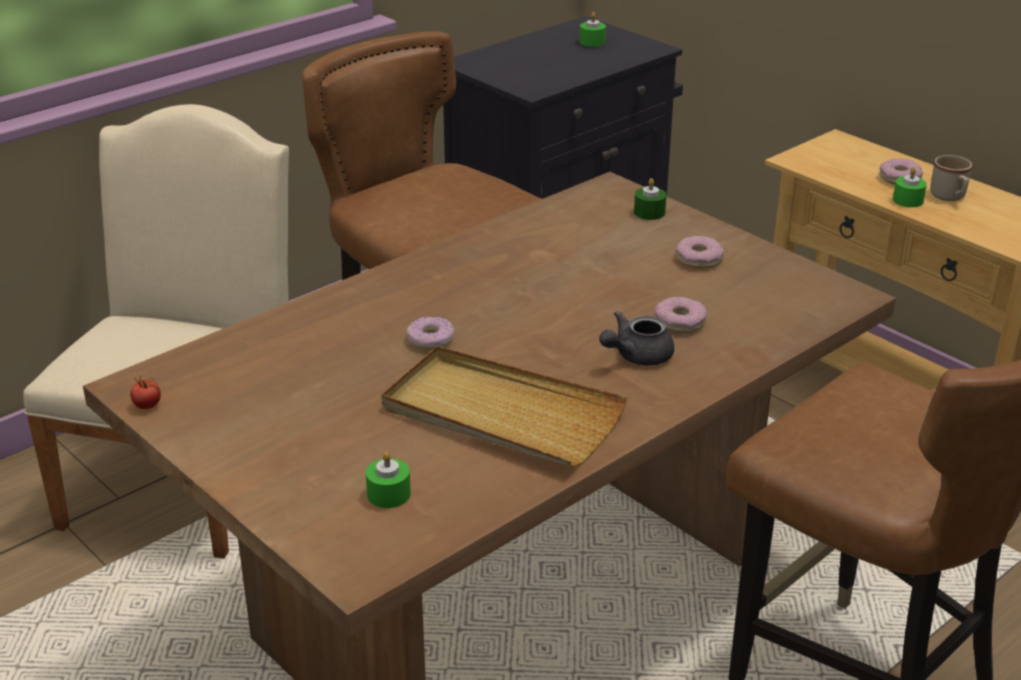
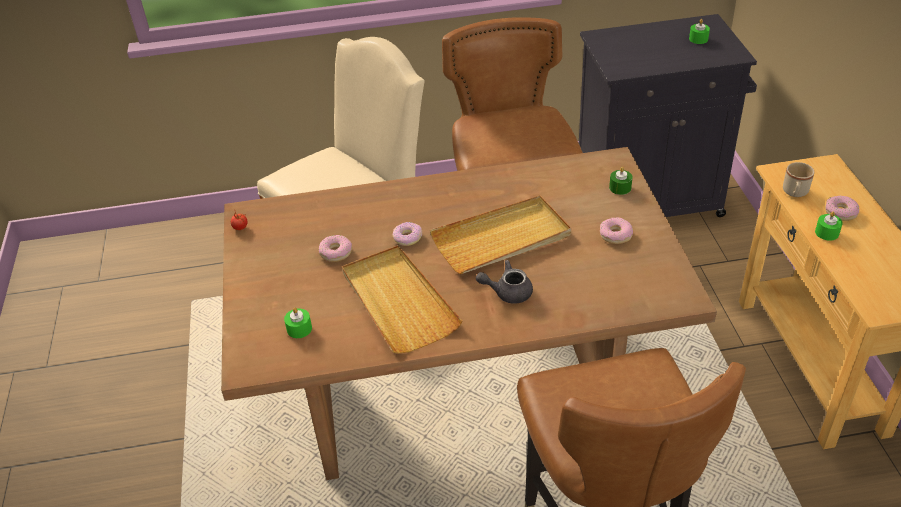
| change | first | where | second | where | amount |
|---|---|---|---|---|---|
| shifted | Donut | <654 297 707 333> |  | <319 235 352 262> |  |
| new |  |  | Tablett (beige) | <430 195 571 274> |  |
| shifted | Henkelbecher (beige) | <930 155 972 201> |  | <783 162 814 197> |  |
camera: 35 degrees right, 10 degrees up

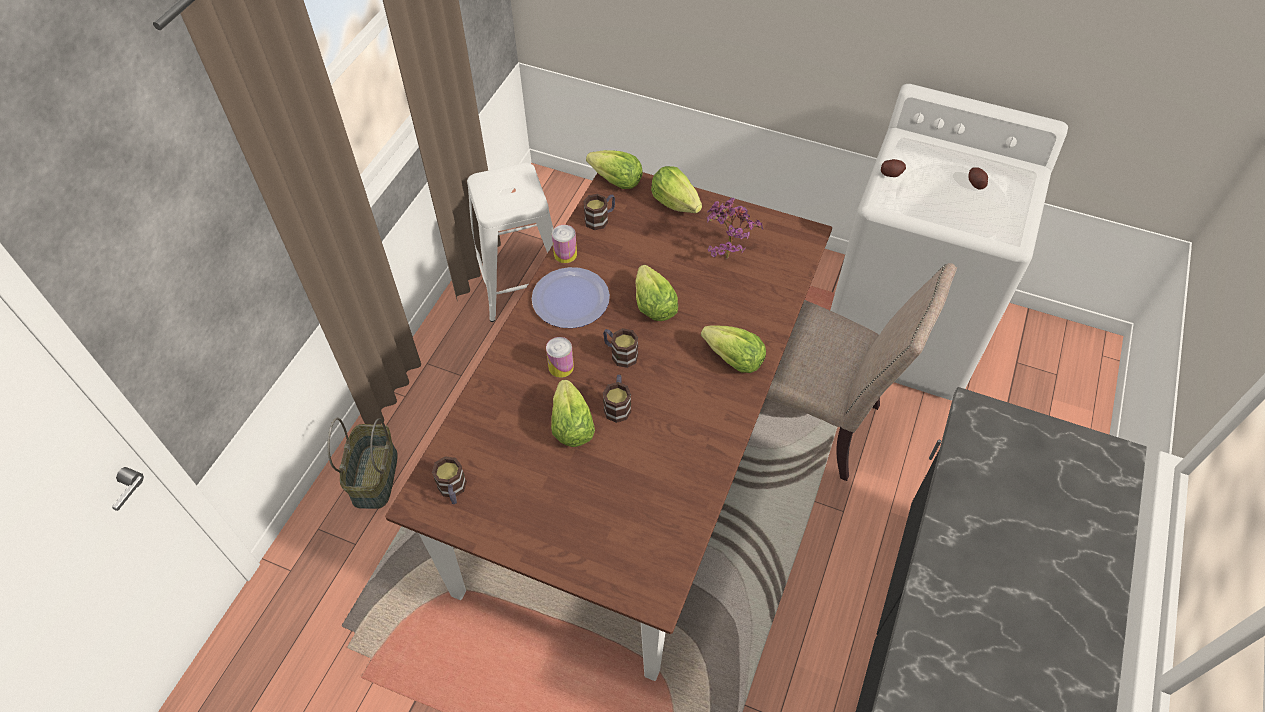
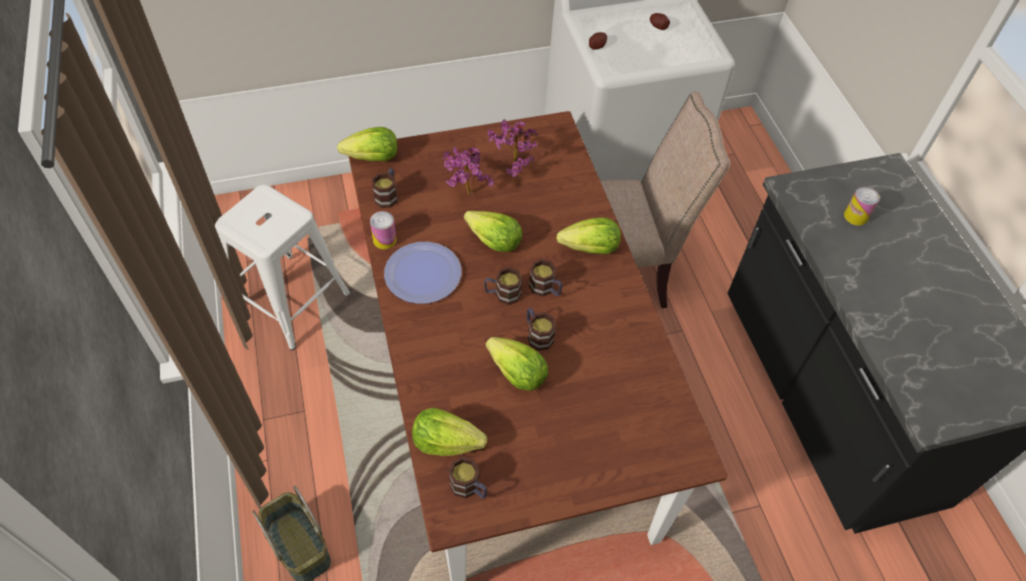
| change | first | where | second | where | amount |
|---|---|---|---|---|---|
| shifted | Salatkopf | <651 166 702 213> |  | <412 408 487 456> |  |
| new |  |  | Topfpflanze | <442 146 494 195> |  |
| new |  |  | Henkelbecher | <529 259 563 297> |  |
| shifted | Dose | <546 337 574 378> |  | <844 187 880 226> |  |
camera: 40 degrees left, 0 degrees up

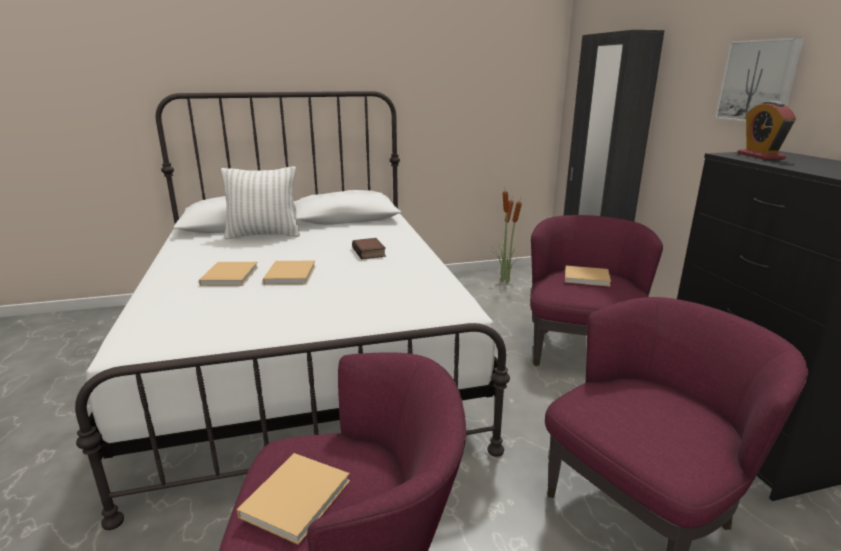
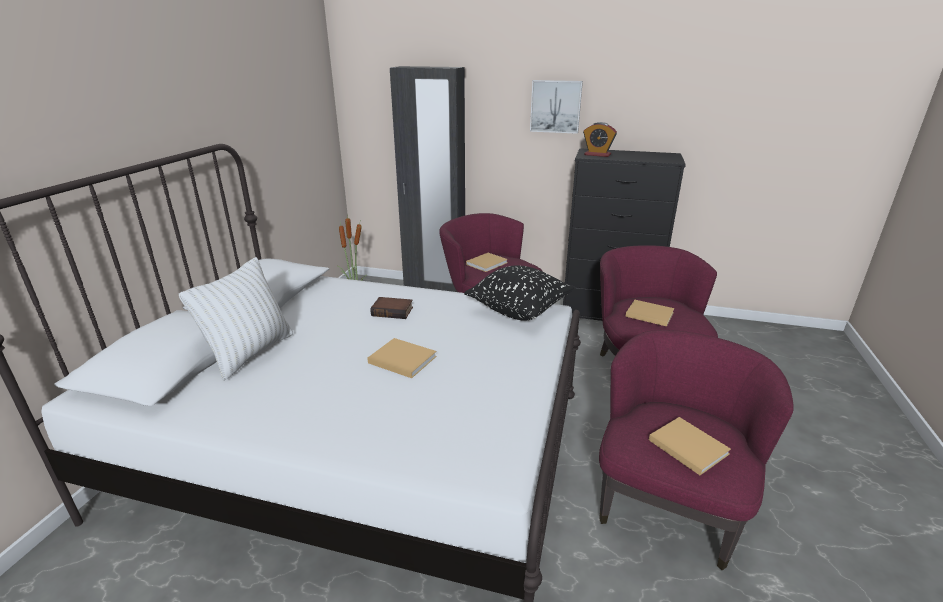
| change | first | where | second | where | amount |
|---|---|---|---|---|---|
| new |  |  | Kissen (schwarz) | <464 265 575 321> |  |
| shifted | Buch (beige) | <199 262 258 286> |  | <625 300 674 326> |  |
camera: 60 degrees left, 5 degrees up

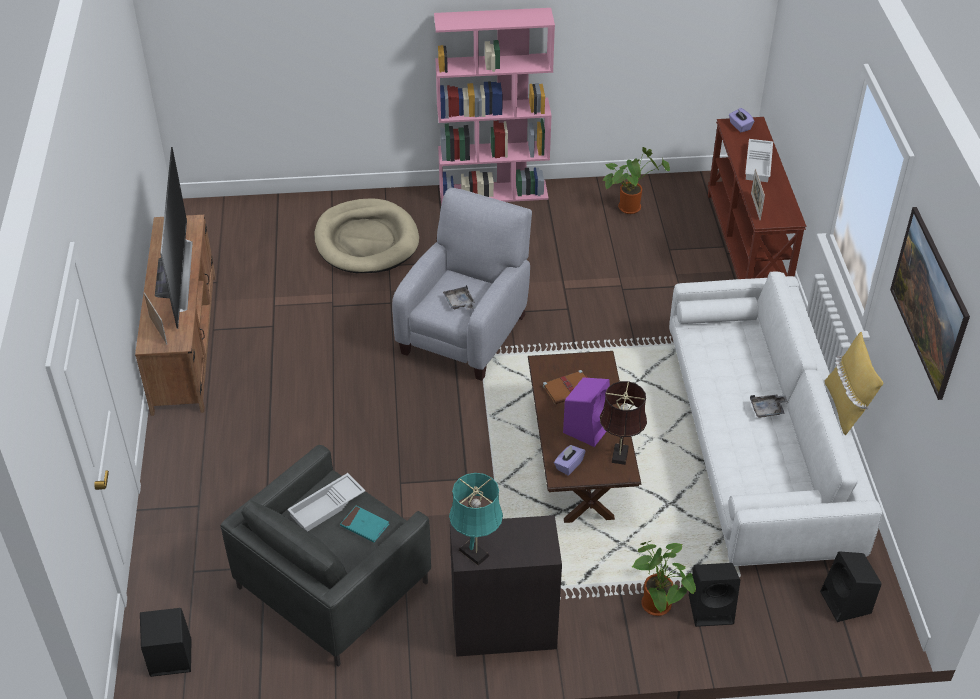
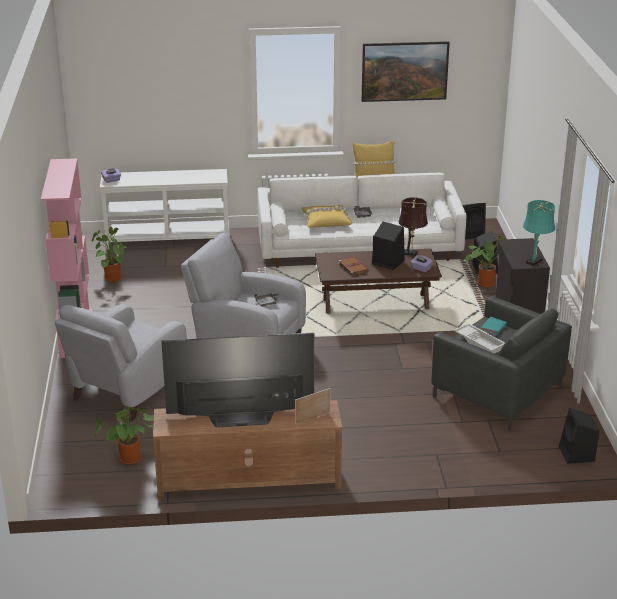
| change | first | where | second | where | amount |
|---|---|---|---|---|---|
| swapped | Hundebett (beige) | <314 198 419 273> | Sessel (grau) | <55 304 187 422> |  |
| new |  |  | Topfpflanze | <94 406 154 465> |  |
| repainted | Konsolentisch (braun) | <708 117 807 279> | Konsolentisch (weiß) | <100 169 230 250> |  |
| new |  |  | Kissen (gelb) | <302 205 352 228> |  |
| repainted | Lautsprecher (lila) | <563 377 610 447> | Lautsprecher (schwarz) | <372 222 405 270> |  |
| gone | Tablett (weiß) | <745 139 773 182> |  |  |  |
| gone | Bilderrahmen | <751 169 765 220> |  |  |  |
camera: 90 degrees left, 15 degrees down

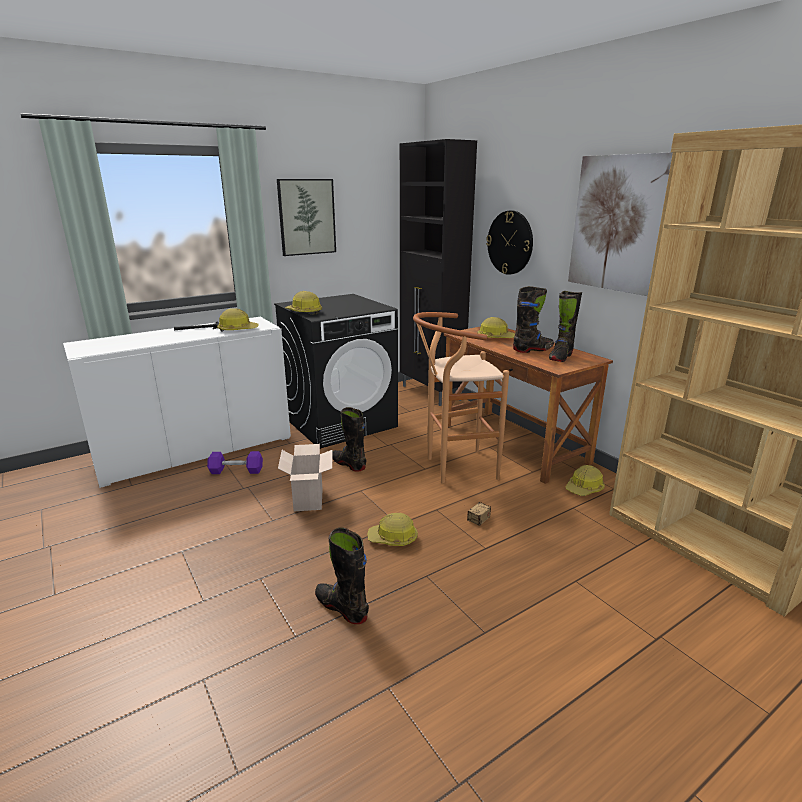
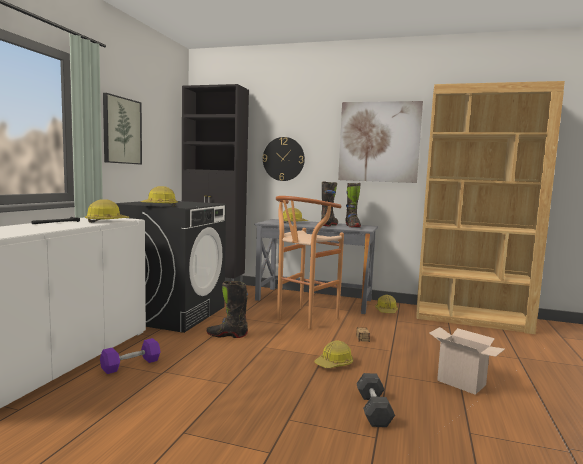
| change | first | where | second | where | amount |
|---|---|---|---|---|---|
| repainted | Schreibtisch (braun) | <444 326 613 484> | Schreibtisch (grau) | <255 219 378 314> |  |
| swapped | Stiefel (schwarz) | <315 527 369 624> | Hantel (grau) | <356 373 395 427> |  |
| shifted | Karton | <278 444 333 511> |  | <429 327 505 395> |  |
camera: 40 degrees left, 15 degrees down

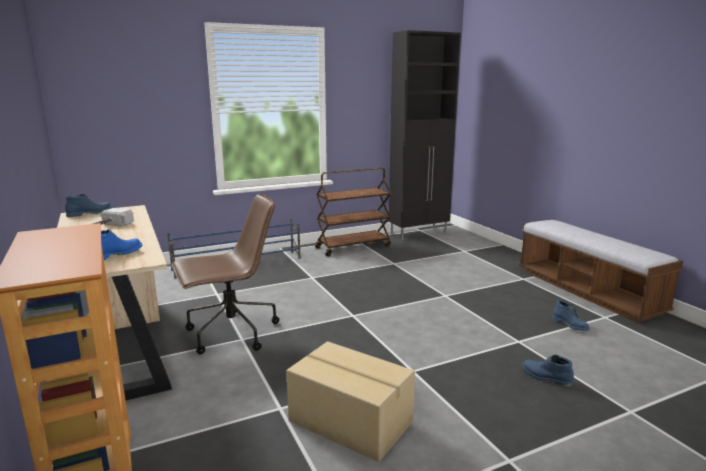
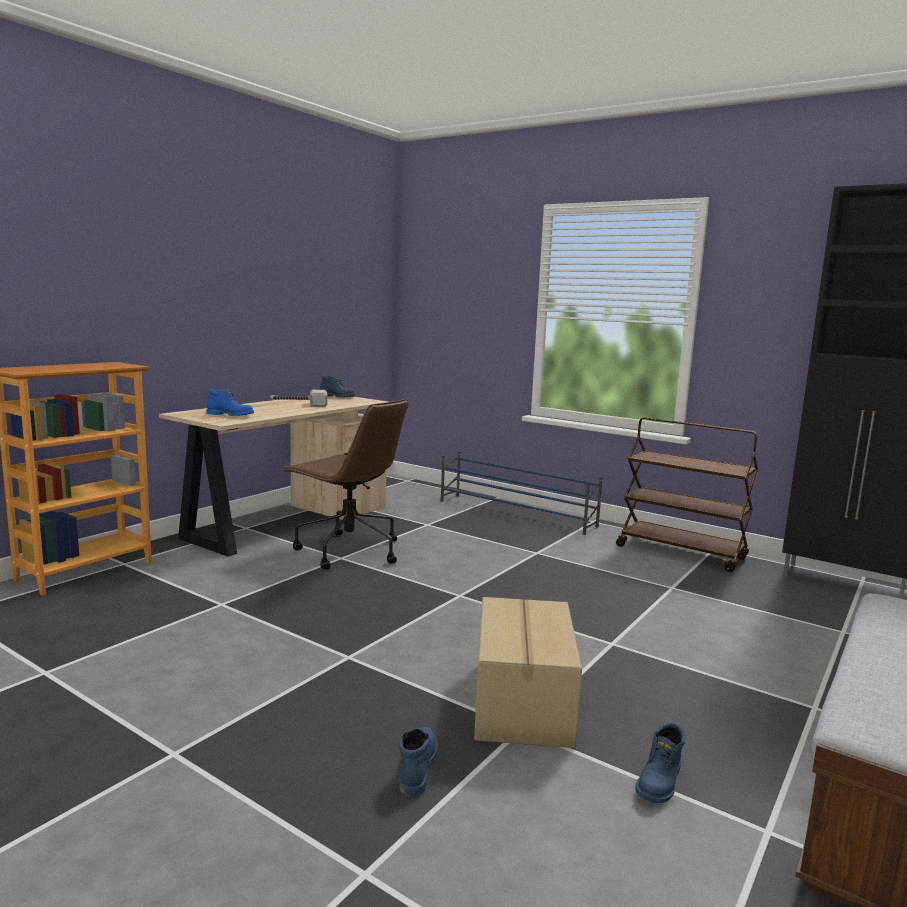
| change | first | where | second | where | amount |
|---|---|---|---|---|---|
| shifted | Karton | <286 341 415 462> |  | <474 597 582 748> |  |
camera: 60 degrees right, 5 degrees down

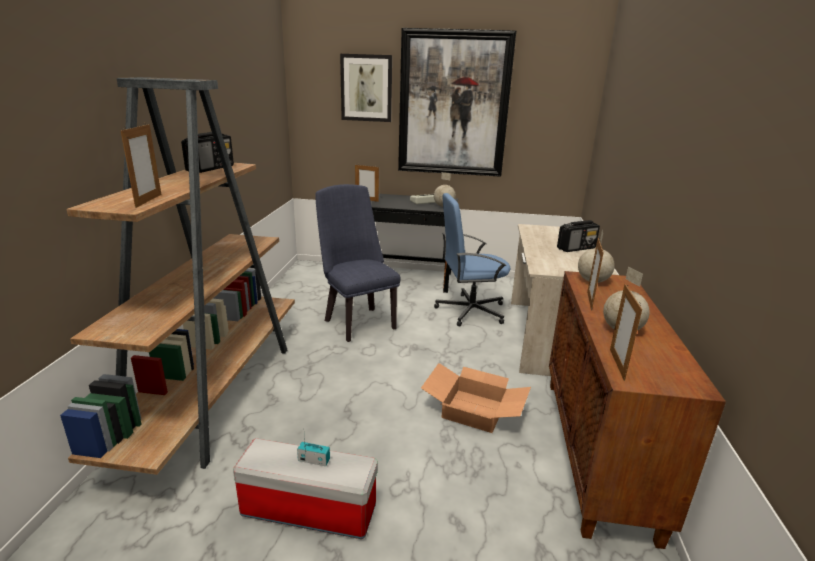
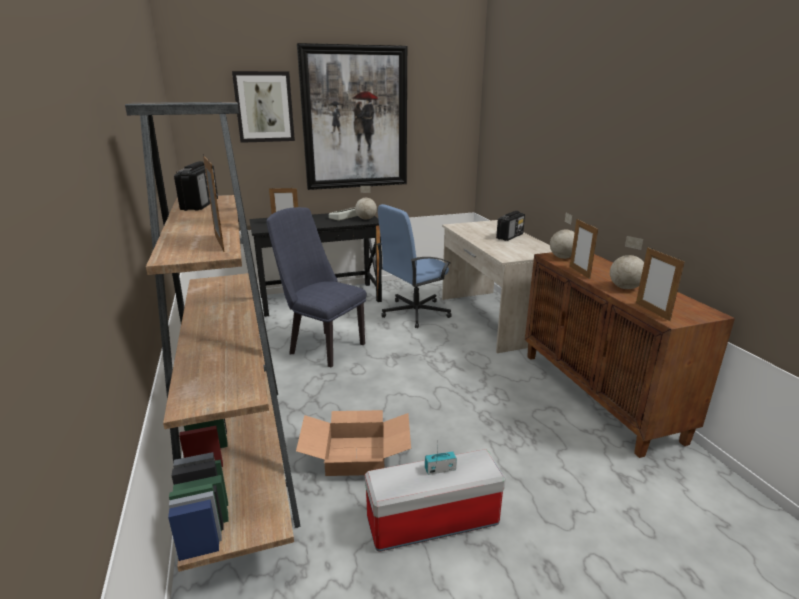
| change | first | where | second | where | amount |
|---|---|---|---|---|---|
| shifted | Karton | <421 363 531 433> |  | <296 410 411 476> |  |
camera: 25 degrees left, 0 degrees up

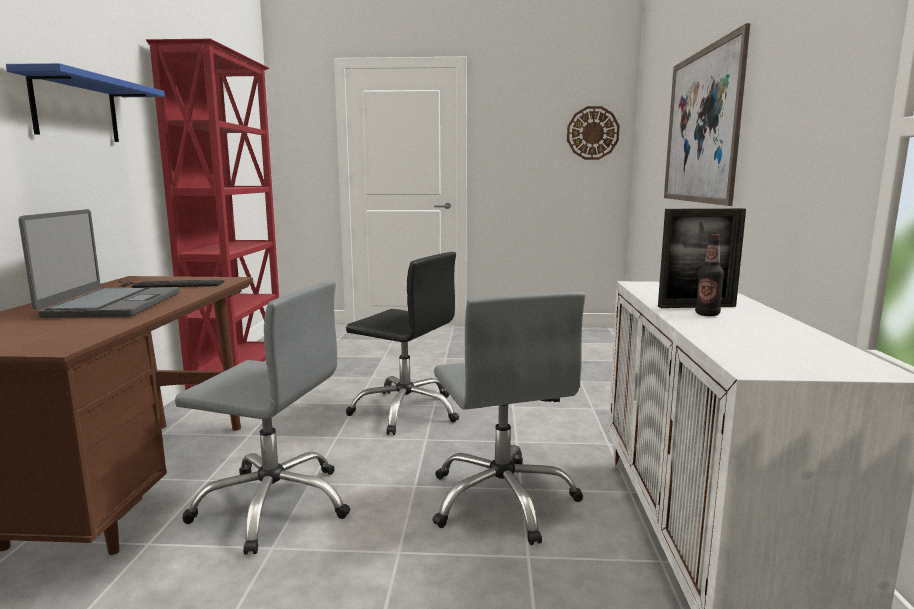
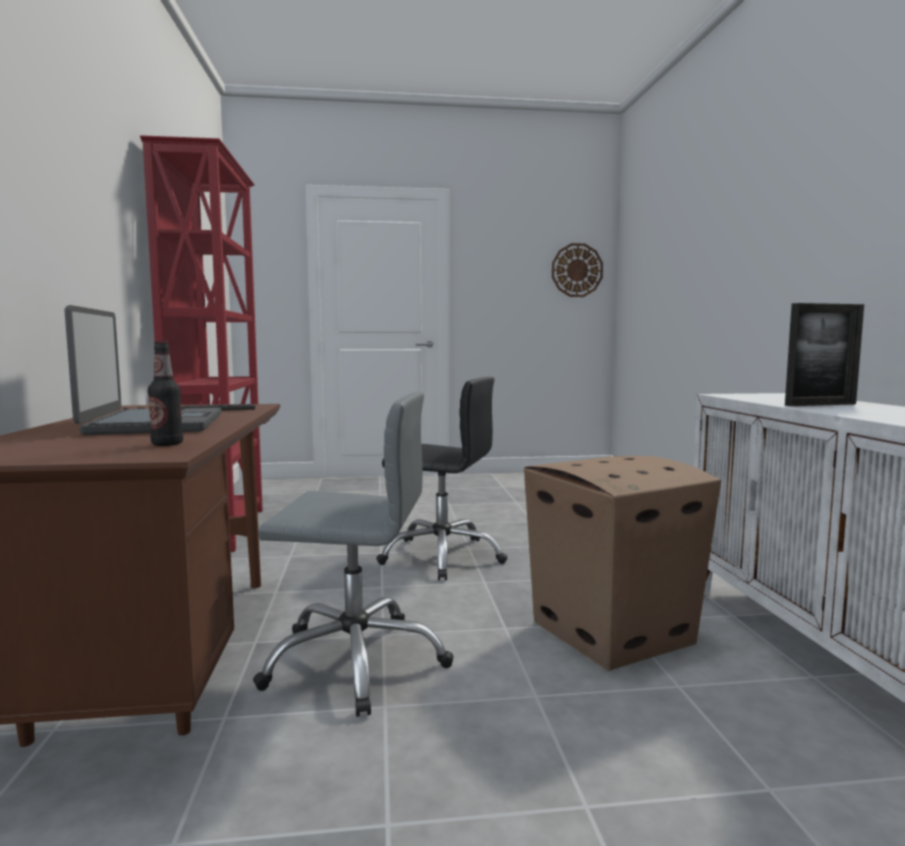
| change | first | where | second | where | amount |
|---|---|---|---|---|---|
| shifted | Flasche | <695 234 724 316> |  | <148 341 183 446> |  |
| swapped | Bürostuhl (grau) | <432 291 585 545> | Karton | <524 456 721 671> |  |
| gone | Wandregal (blau) | <6 63 165 142> |  |  |  |
| gone | Bild | <664 23 750 206> |  |  |  |
camera: 10 degrees left, 5 degrees down

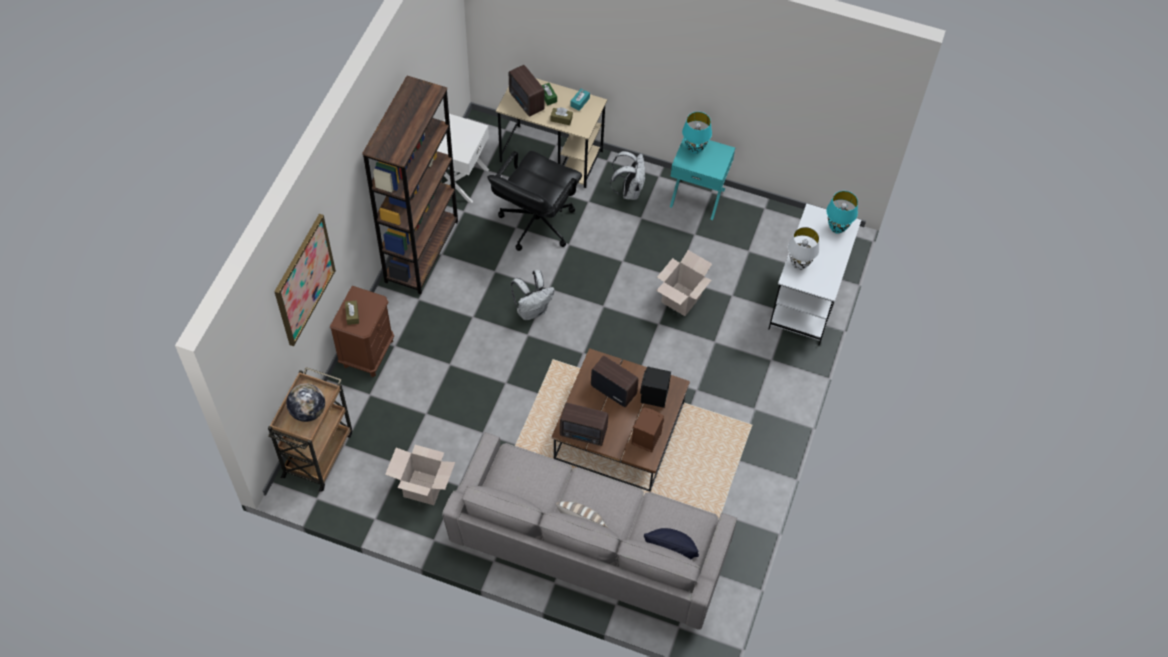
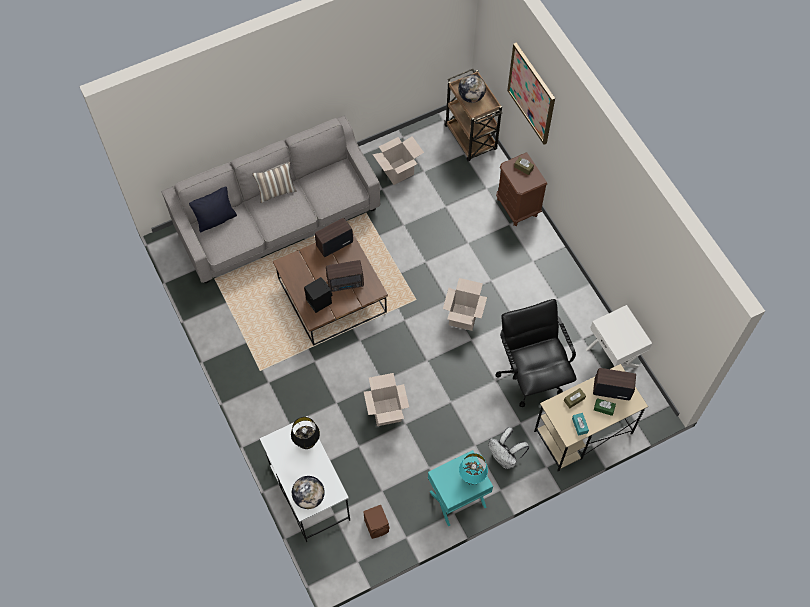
| change | first | where | second | where | amount |
|---|---|---|---|---|---|
| repainted | Tischlampe (weiß) | <788 227 820 270> | Tischlampe (schwarz) | <291 417 320 449> |  |
| swapped | Tischlampe (türkis) | <826 191 858 234> | Globus | <292 476 325 509> |  |
| shifted | Lautsprecher (braun) | <631 407 664 453> |  | <363 505 389 539> |  |
| swapped | Rucksack (weiß) | <511 270 555 320> | Karton | <443 278 487 331> |  |
| gone | Bücherregal (braun) | <362 76 458 294> |  |  |  |
camera: 135 degrees right, 5 degrees up

